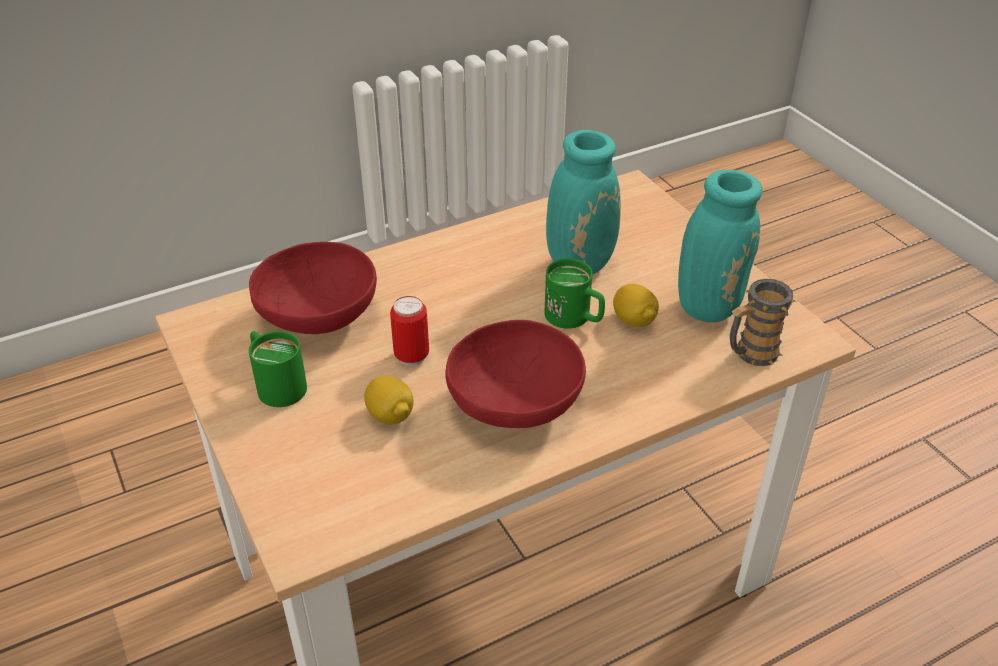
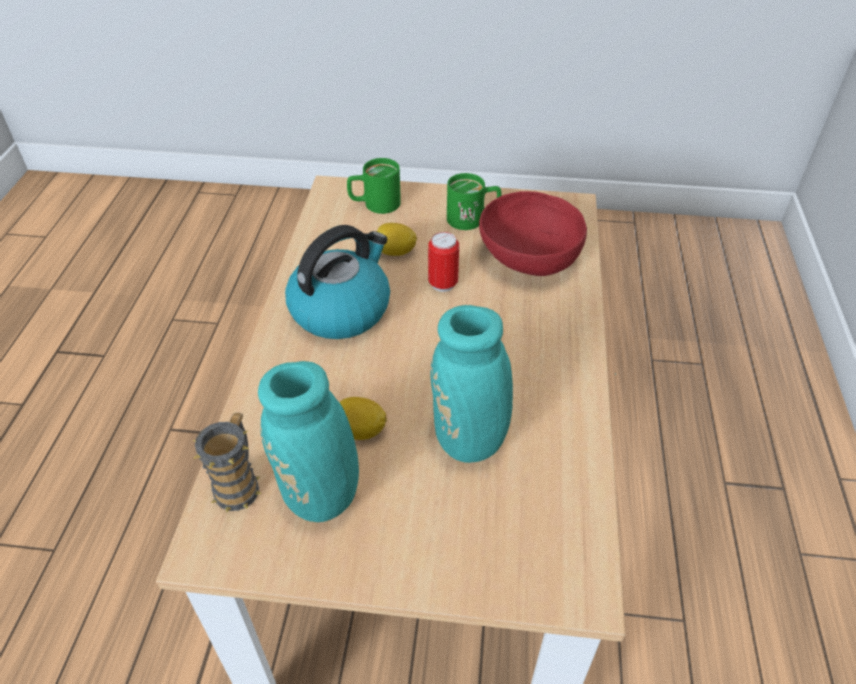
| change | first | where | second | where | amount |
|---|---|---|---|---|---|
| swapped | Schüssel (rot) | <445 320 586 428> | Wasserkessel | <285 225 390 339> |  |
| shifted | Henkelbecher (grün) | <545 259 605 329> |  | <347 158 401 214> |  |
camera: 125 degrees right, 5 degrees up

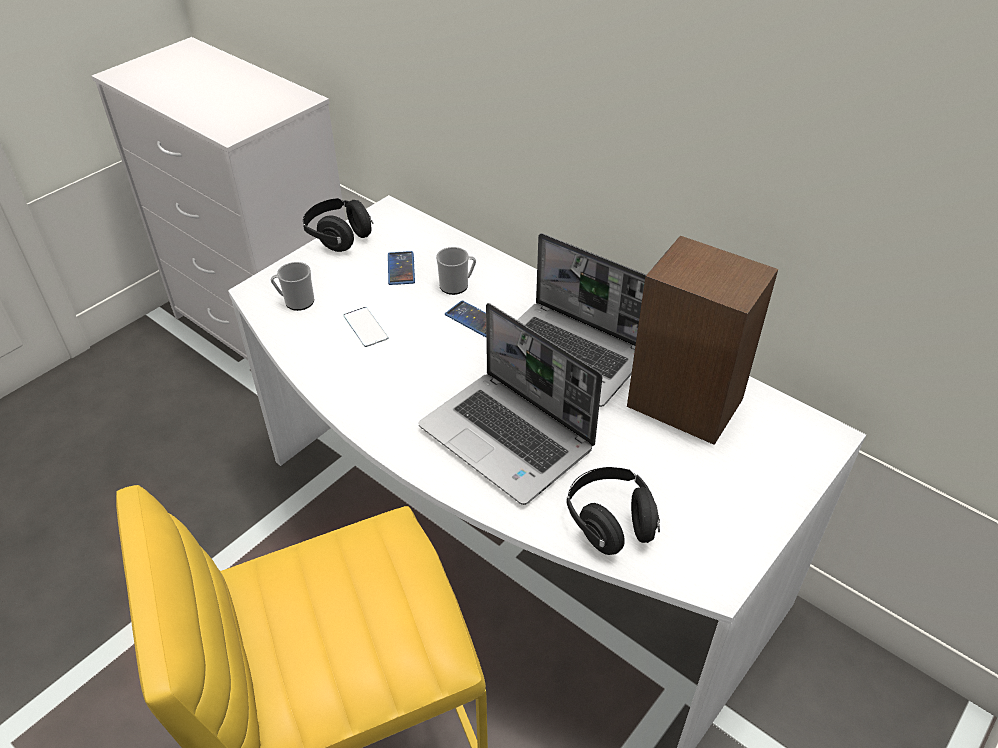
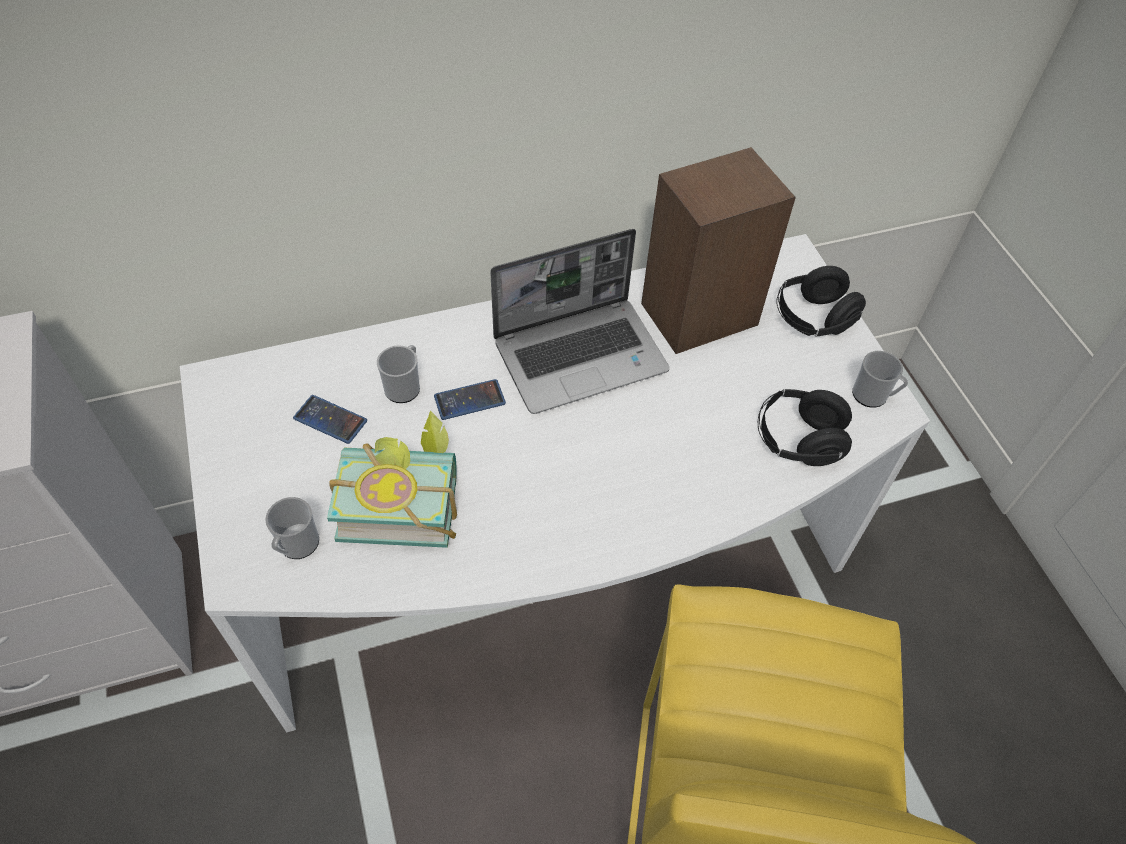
| change | first | where | second | where | amount |
|---|---|---|---|---|---|
| swapped | Handy | <343 307 388 347> | Buch | <327 411 457 548> |  |
| shifted | Kopfhörer (schwarz) | <303 198 374 252> |  | <776 266 866 336> |  |
| new |  |  | Henkelbecher | <852 351 908 408> |  |
| gone | Laptop | <418 303 602 505> |  |  |  |
camera: 60 degrees left, 10 degrees up

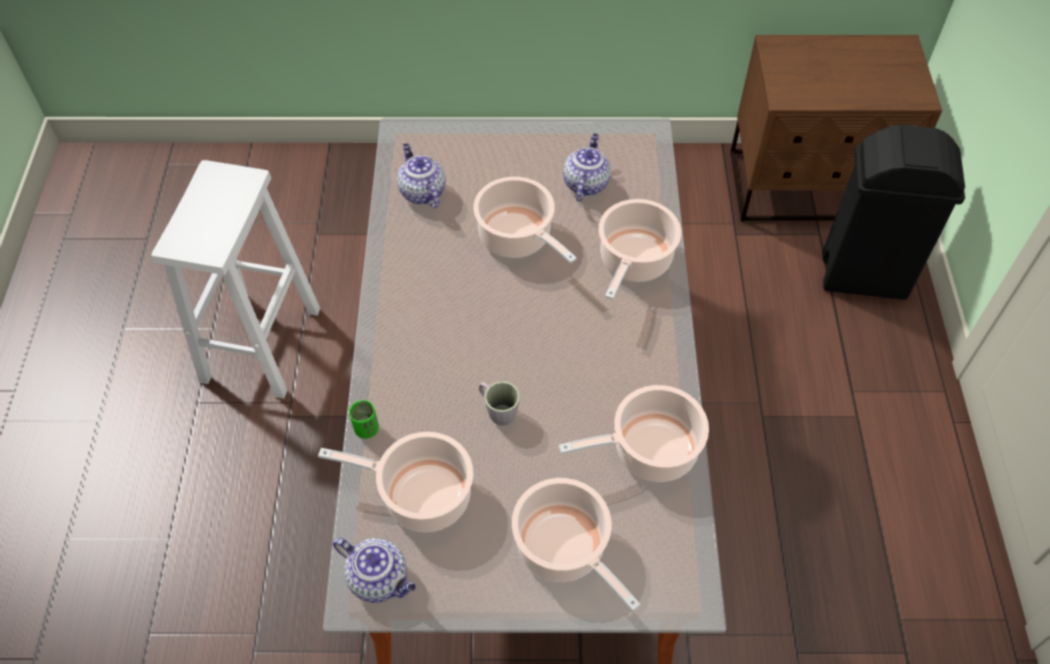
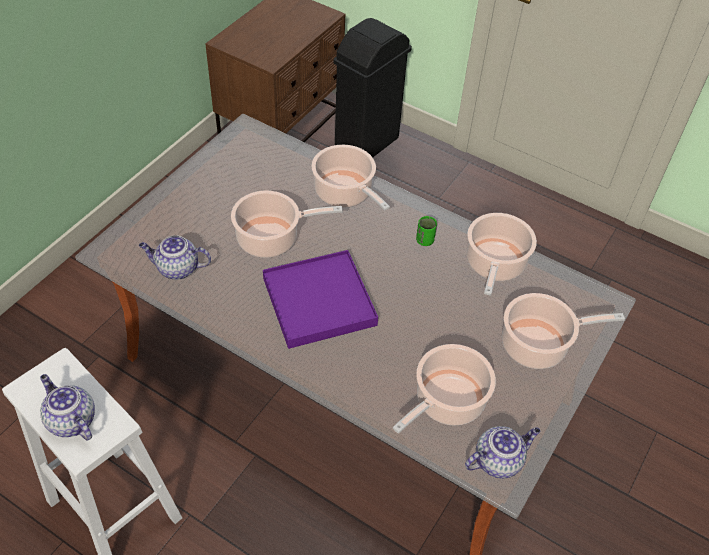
| change | first | where | second | where | amount |
|---|---|---|---|---|---|
| shifted | Teekanne | <563 133 611 201> |  | <40 374 95 440> |  |
| new |  |  | Tablett (lila) | <263 250 378 349> |  |
| shifted | Tasse (grün) | <349 400 379 439> |  | <416 216 437 246> |  |
| gone | Henkelbecher (grau) | <479 381 520 426> |  |  |  |
camera: 60 degrees left, 5 degrees down

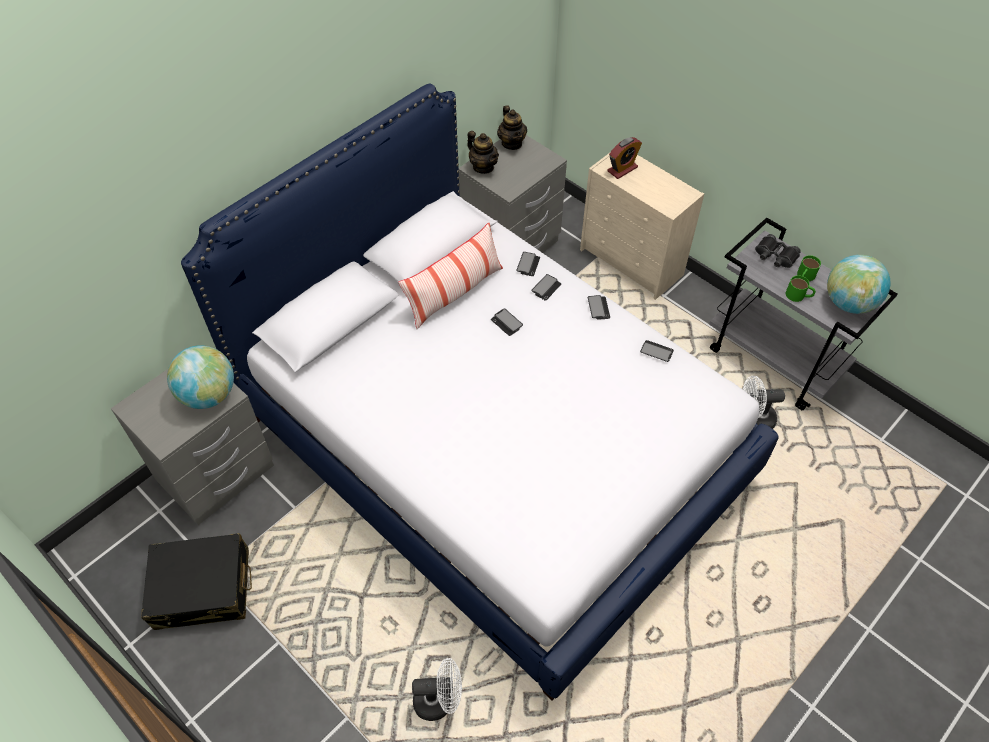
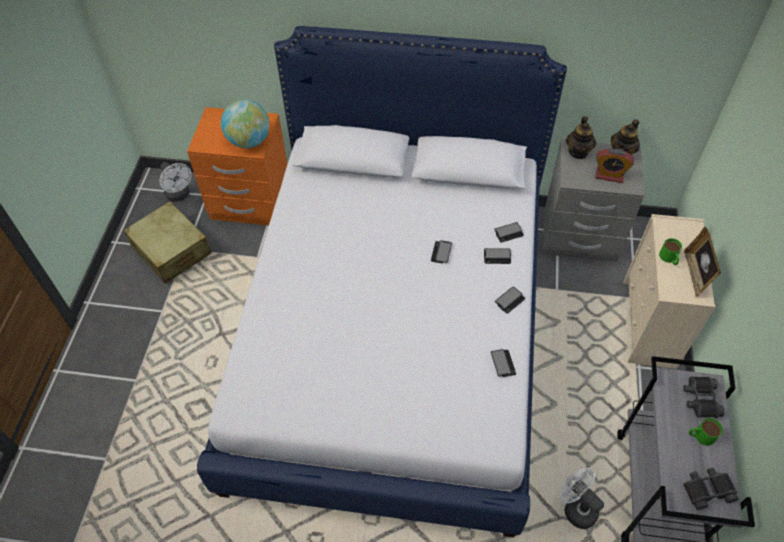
| change | first | where | second | where | amount |
|---|---|---|---|---|---|
| repainted | Koffer (schwarz) | <141 533 252 630> | Koffer (beige) | <123 201 212 284> |  |
| shifted | Ventilator (weiß) | <412 658 462 721> |  | <160 162 191 202> |  |
| repainted | Nachttisch (grau) | <111 369 274 525> | Nachttisch (orange) | <187 107 287 225> |  |
| shifted | Wecker | <607 137 642 179> |  | <595 149 634 183> |  |
| shifted | Henkelbecher (grün) | <786 275 816 302> |  | <659 238 682 265> |  |
| swapped | Globus | <827 255 891 314> | Fernglas (schwarz) | <683 468 738 510> |  |
| new |  |  | Bilderrahmen | <684 227 721 297> |  |
| gone | Kissen | <398 222 503 329> |  |  |  |
camera: 55 degrees right, 0 degrees up

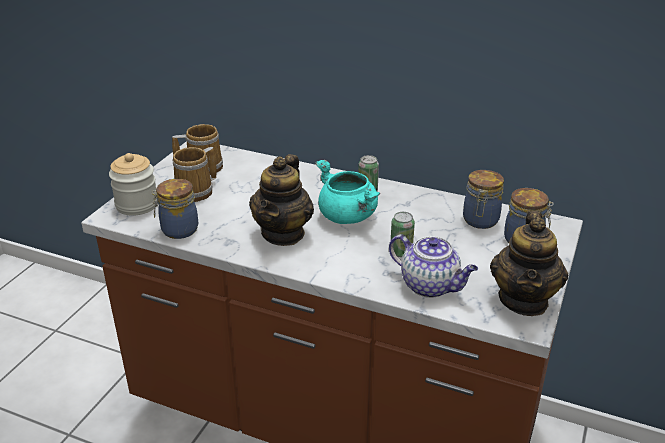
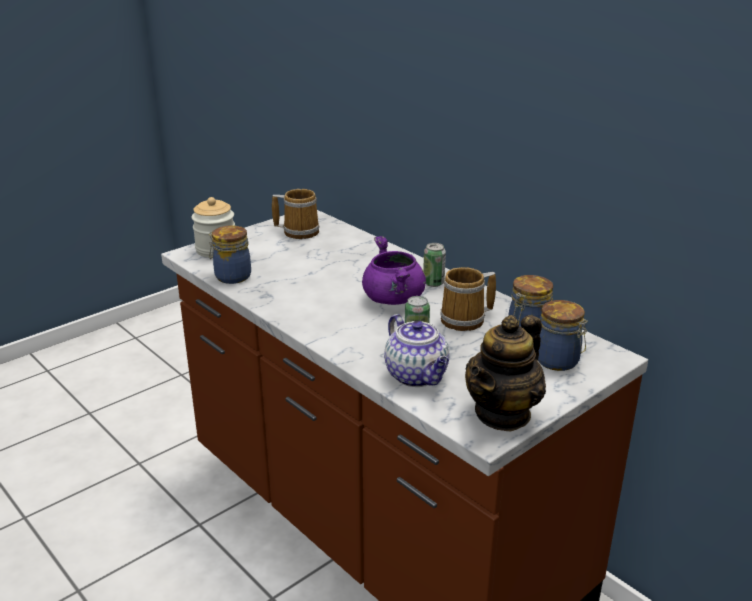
| change | first | where | second | where | amount |
|---|---|---|---|---|---|
| repainted | Kochtopf (türkis) | <315 160 380 224> | Kochtopf (lila) | <362 236 426 305> |  |
| shifted | Henkelbecher | <172 147 217 202> |  | <441 267 496 331> |  |
| gone | Teekanne | <249 154 314 246> |  |  |  |
camera: 25 degrees right, 5 degrees down

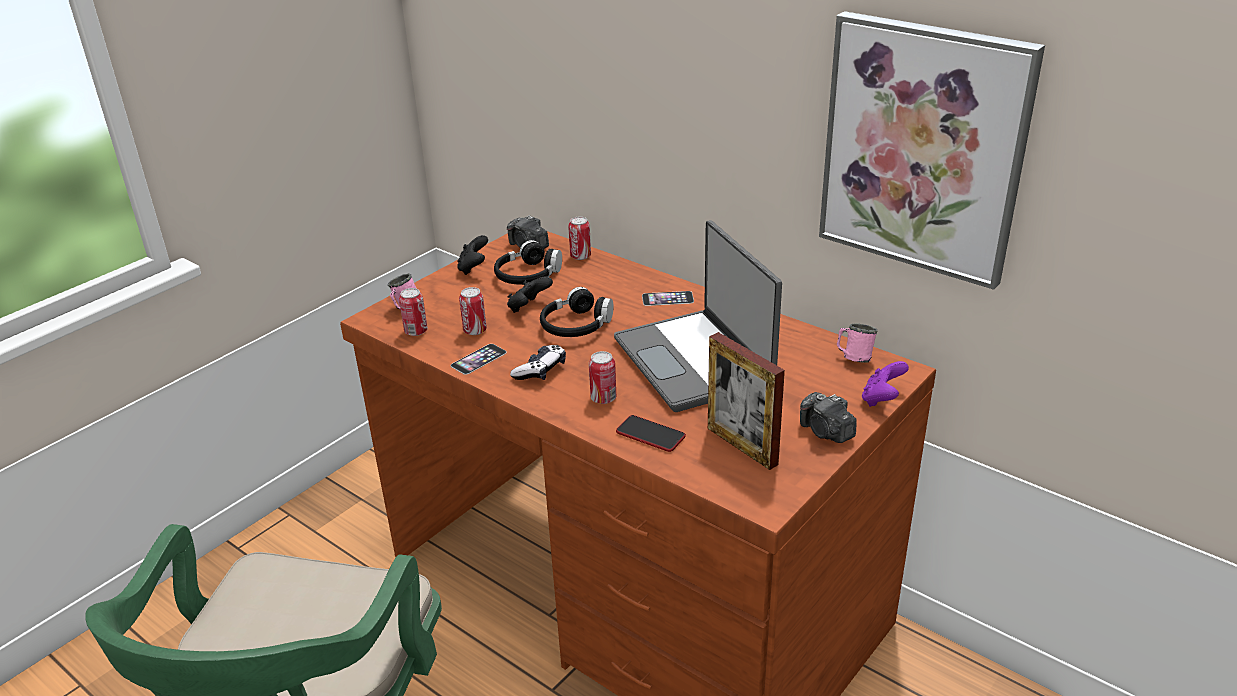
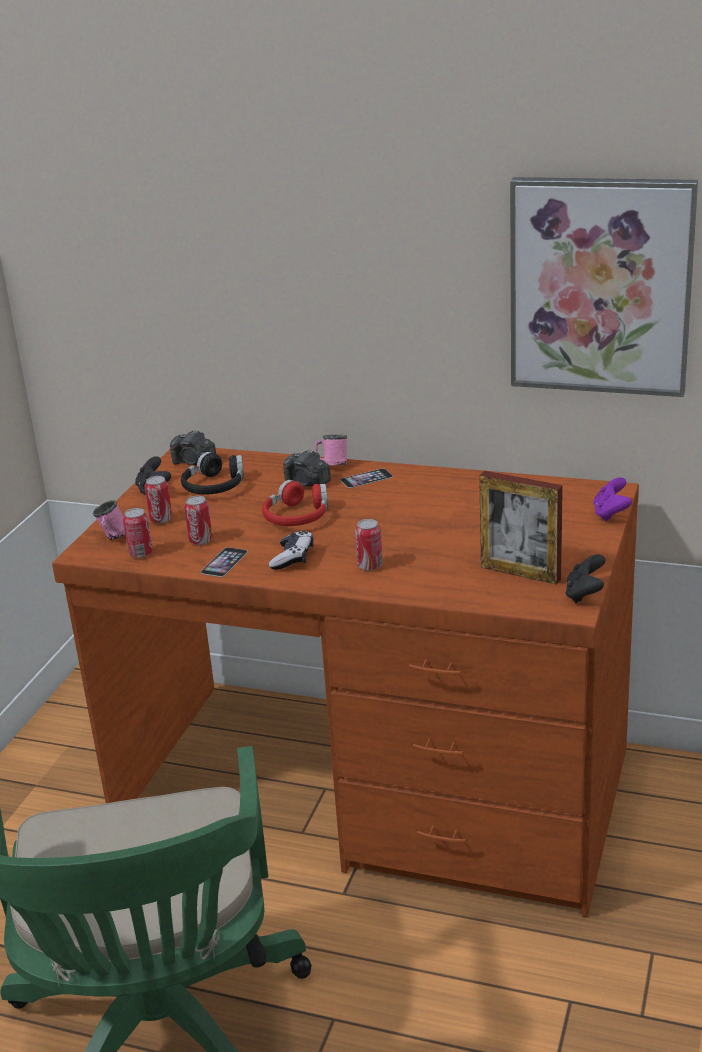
| change | first | where | second | where | amount |
|---|---|---|---|---|---|
| shifted | Dose | <568 217 591 260> |  | <145 476 172 524> |  |
| repainted | Kopfhörer (schwarz) | <540 287 614 337> | Kopfhörer (rot) | <262 480 328 526> |  |
| shifted | Kamera | <800 392 857 443> |  | <283 449 331 486> |  |
| shifted | Henkelbecher (rosa) | <837 323 877 363> |  | <315 435 347 465> |  |
| shifted | Gamepad (schwarz) | <507 276 553 313> |  | <566 554 606 603> |  |
| gone | Laptop | <614 220 782 412> |  |  |  |
| gone | Handy | <616 415 686 452> |  |  |  |
camera: 20 degrees left, 5 degrees down

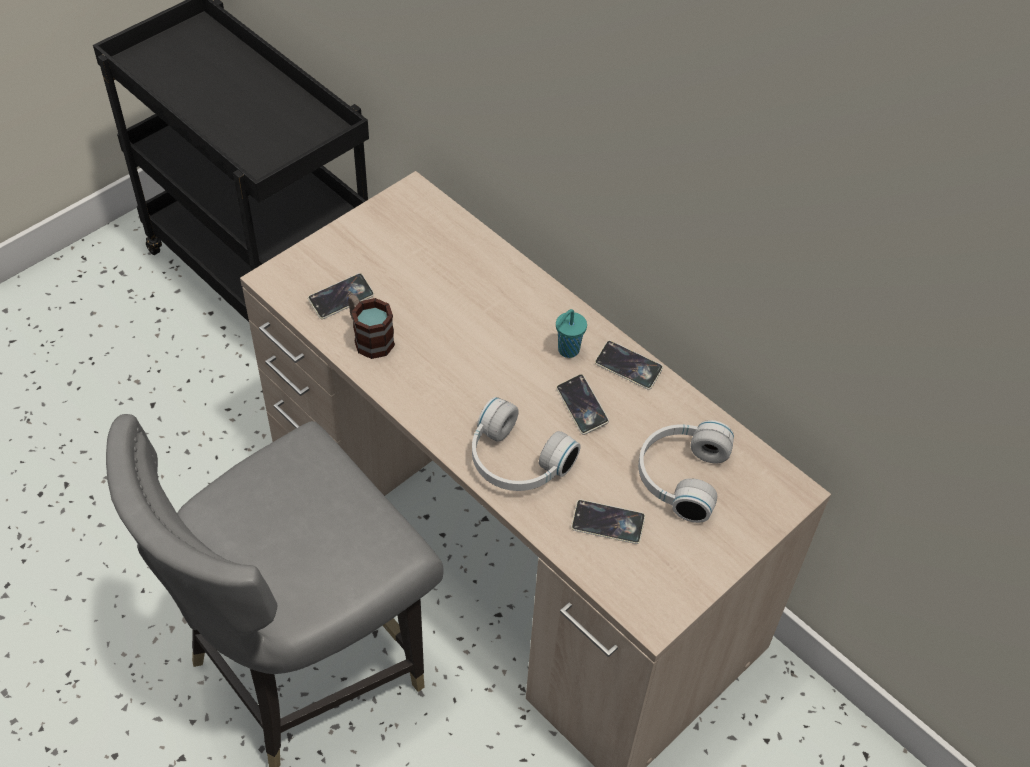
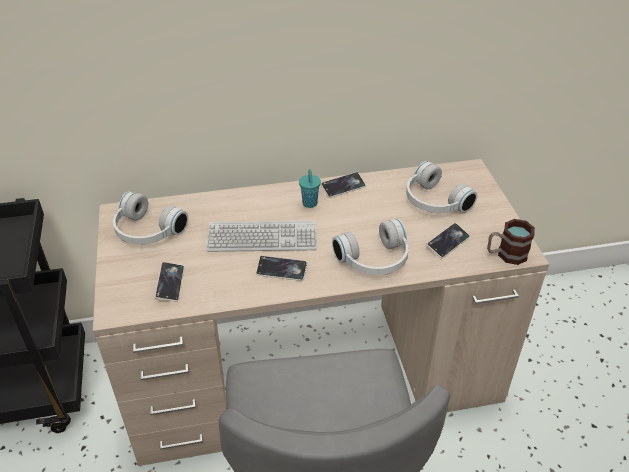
| change | first | where | second | where | amount |
|---|---|---|---|---|---|
| new |  |  | Kopfhörer (weiß) | <113 191 188 245> |  |
| new |  |  | Tastatur | <206 220 317 252> |  |
| shifted | Handy | <556 374 609 435> |  | <256 256 307 281> |  |
| shifted | Henkelbecher | <348 294 395 359> |  | <487 219 535 265> |  |
camera: 55 degrees left, 10 degrees down

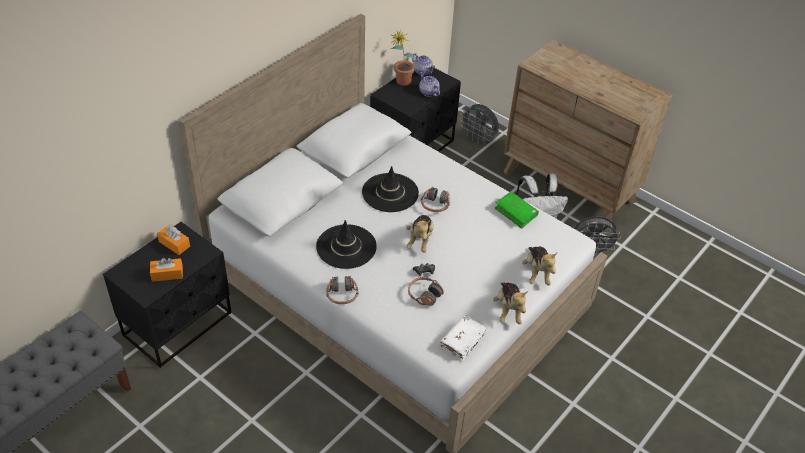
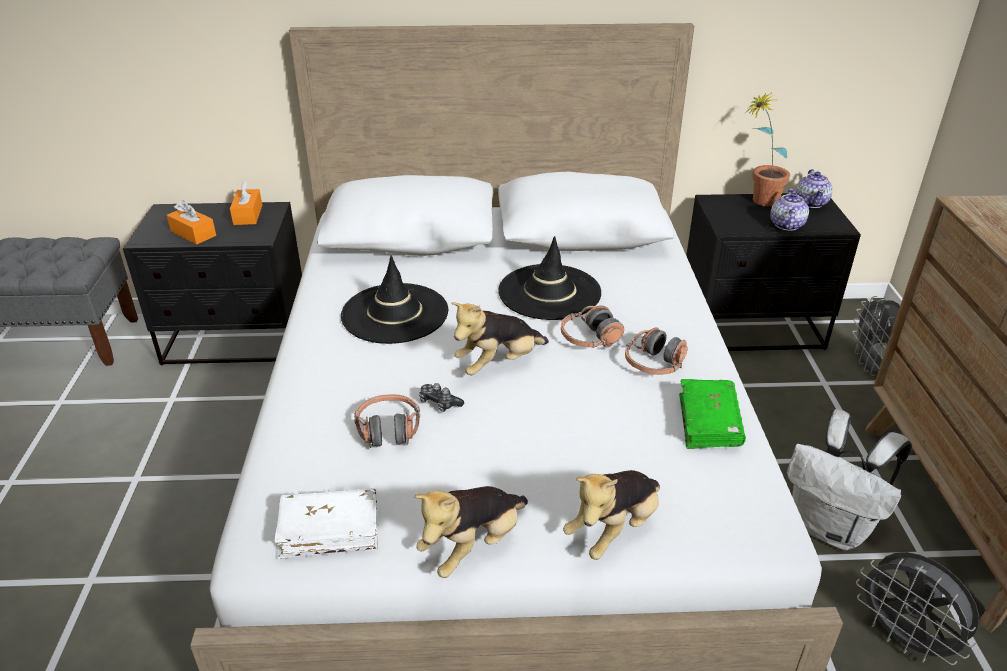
| change | first | where | second | where | amount |
|---|---|---|---|---|---|
| shifted | Kopfhörer | <326 276 359 304> |  | <625 327 688 375> |  |
camera: 50 degrees right, 10 degrees down

